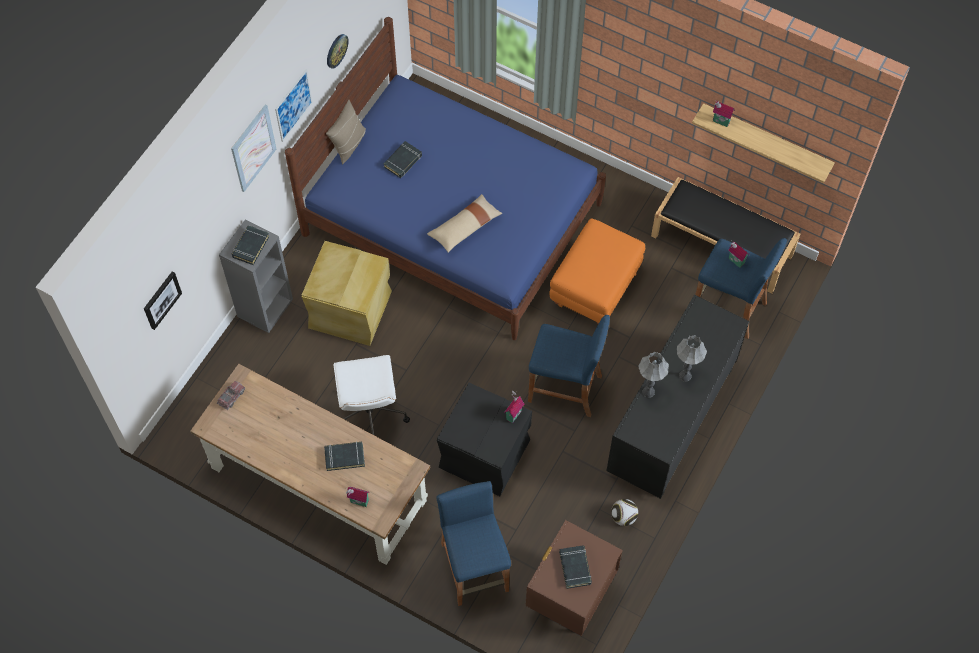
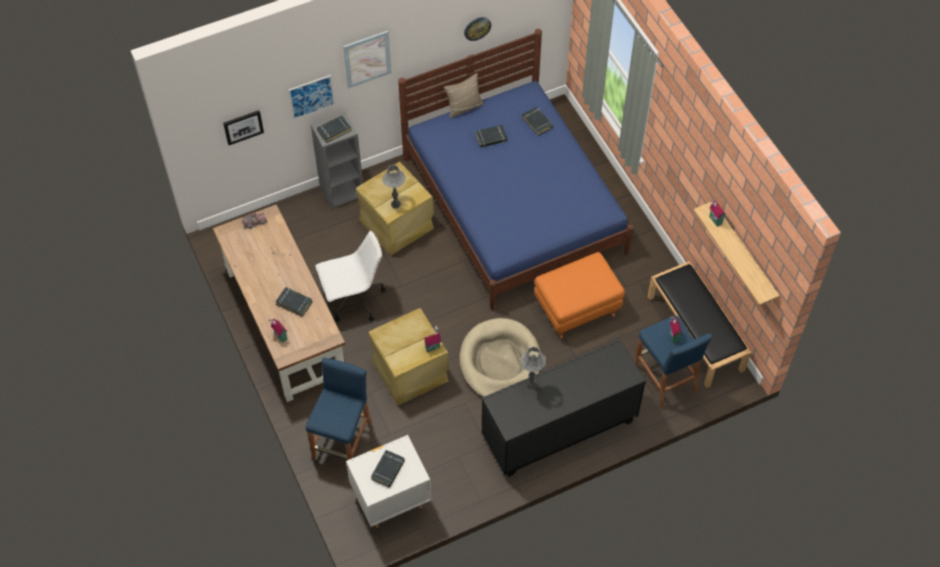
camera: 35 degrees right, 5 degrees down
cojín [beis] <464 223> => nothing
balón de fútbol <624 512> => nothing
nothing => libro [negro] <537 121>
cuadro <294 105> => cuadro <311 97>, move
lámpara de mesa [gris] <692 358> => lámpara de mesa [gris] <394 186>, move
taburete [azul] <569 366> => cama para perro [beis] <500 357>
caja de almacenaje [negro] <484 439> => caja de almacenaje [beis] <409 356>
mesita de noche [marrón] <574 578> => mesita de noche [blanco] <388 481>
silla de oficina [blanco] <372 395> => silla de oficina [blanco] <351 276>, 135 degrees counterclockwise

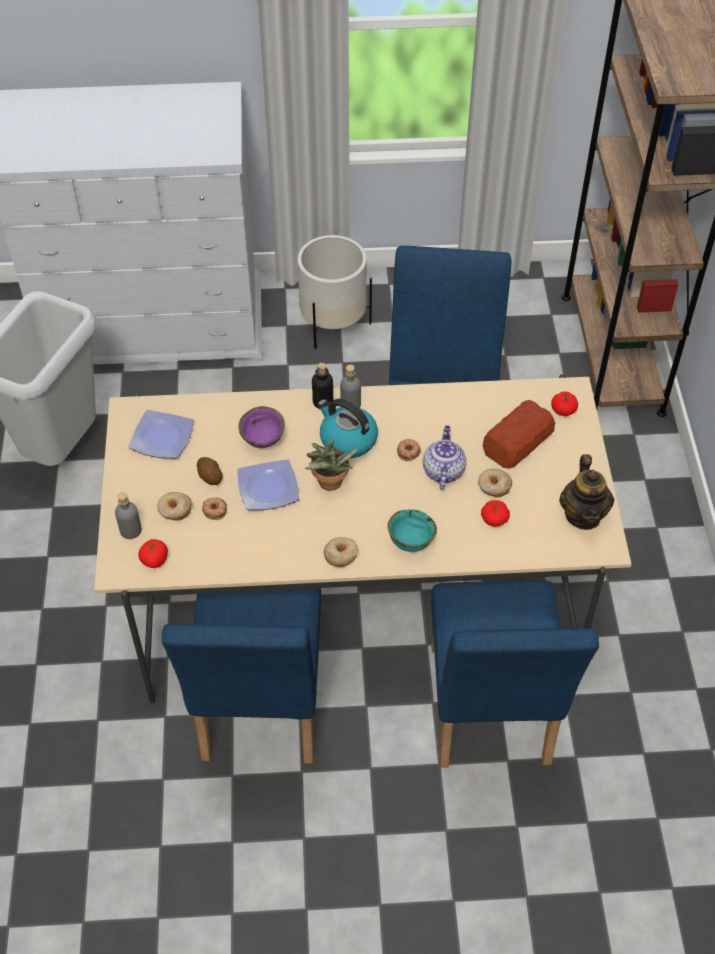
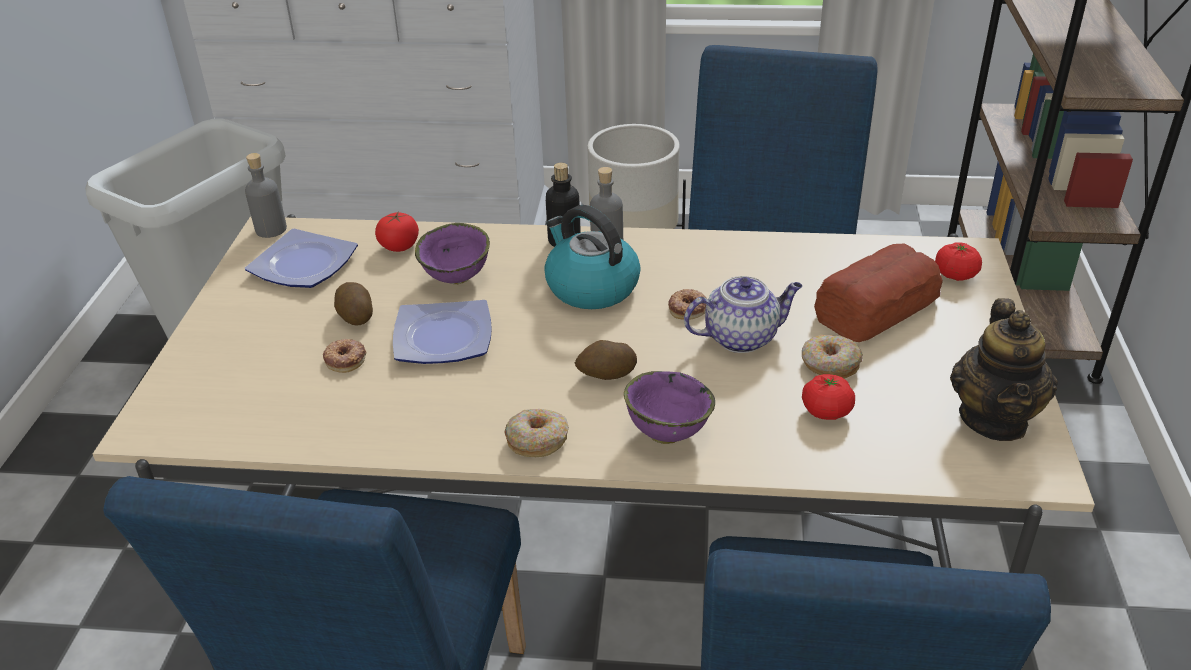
camera: 10 degrees right, 15 degrees down
rosquilla <174 506> => nothing
planta en maceta <332 465> => nothing
nothing => patata <606 360>
botella [gris] <128 515> => botella [gris] <266 195>, move
tomate <153 553> => tomate <397 232>, move
cuenco [turquesa] <412 530> => cuenco [morado] <669 407>
tetera <444 457> => tetera <743 314>, 60 degrees clockwise

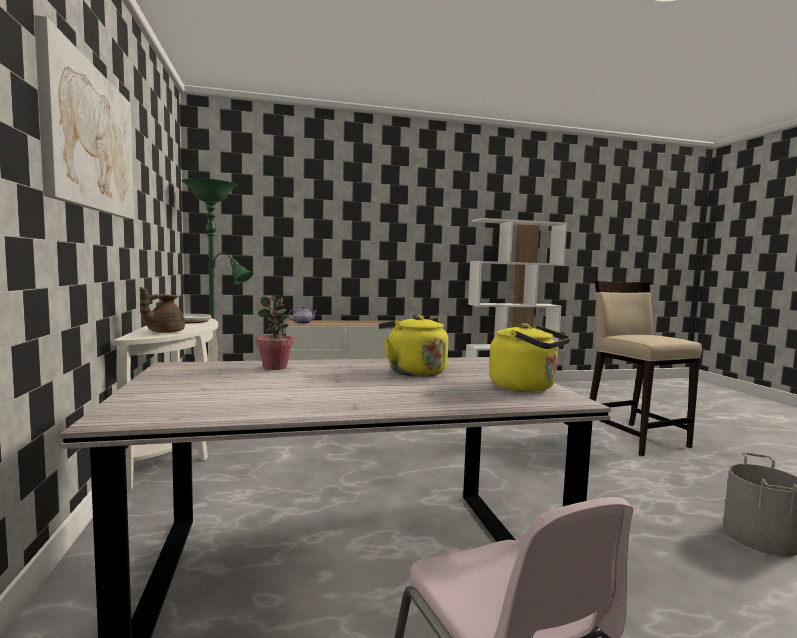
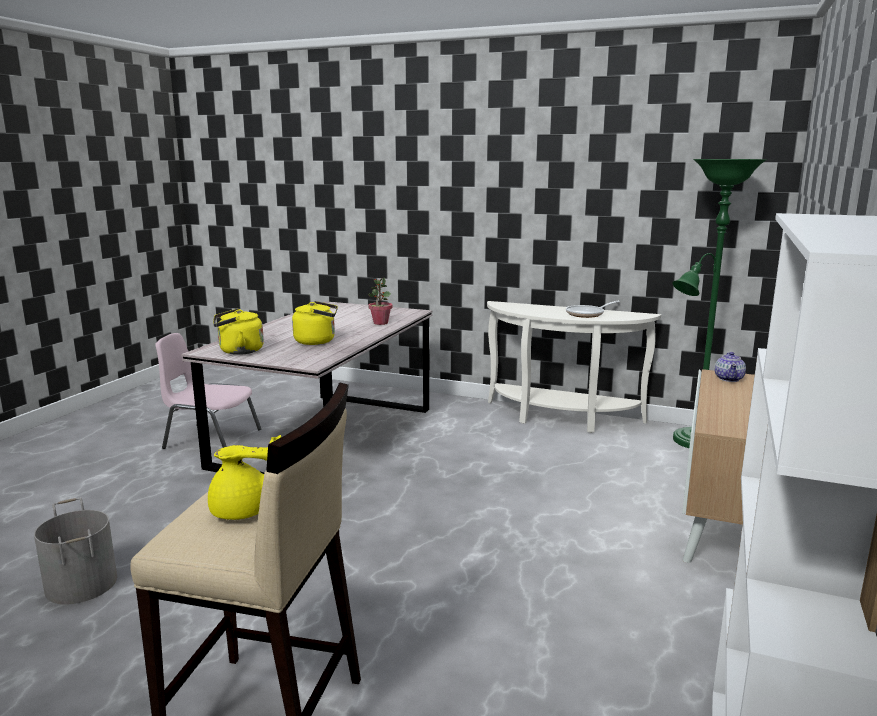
camera: 125 degrees right, 10 degrees up
cuadro <84 117> => nothing
tetera [marrón] <162 310> => nothing
nothing => tetera [amarillo] <244 477>

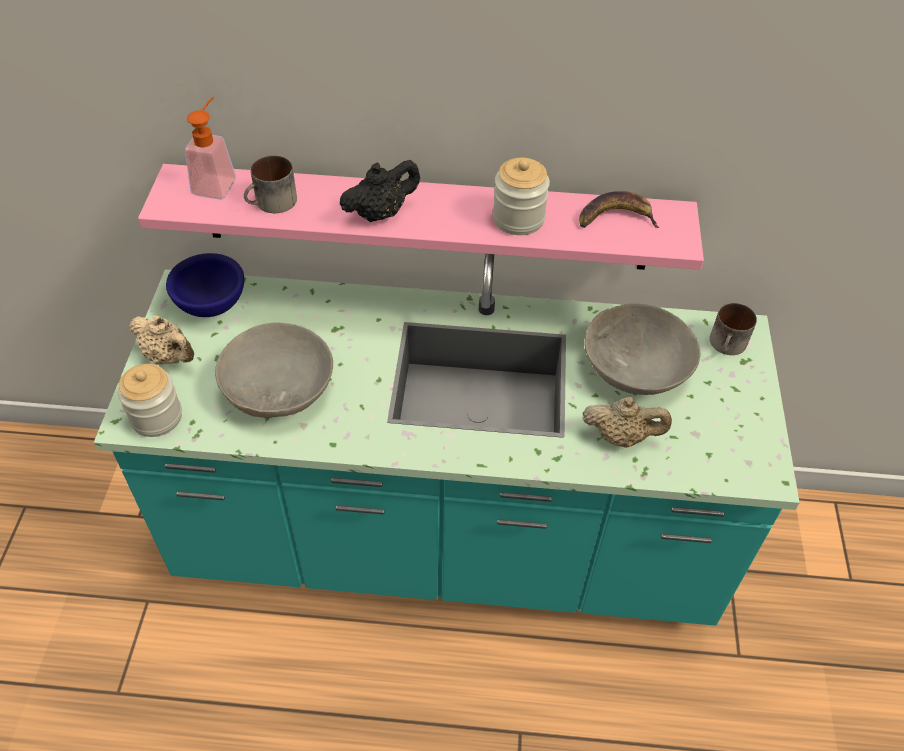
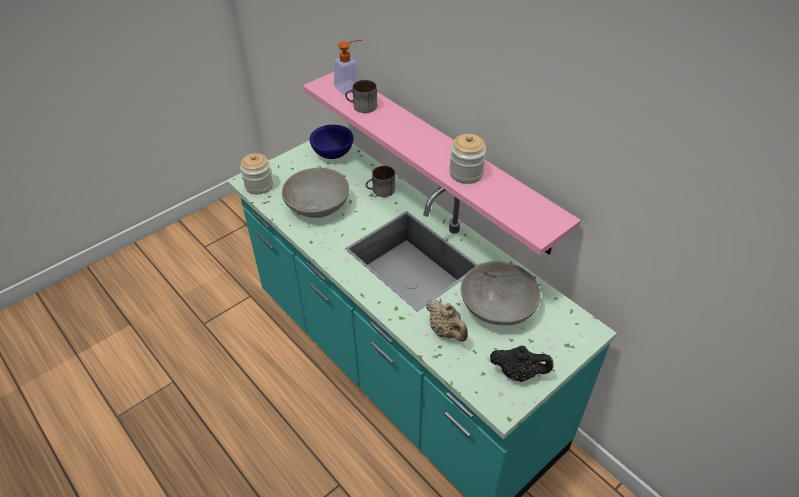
camera: 45 degrees right, 5 degrees down
tetera [beis] <162 340> => nothing
plátano <619 209> => nothing
tetera [negro] <380 191> => tetera [negro] <522 364>, move
taza grande <733 329> => taza grande <380 181>, move

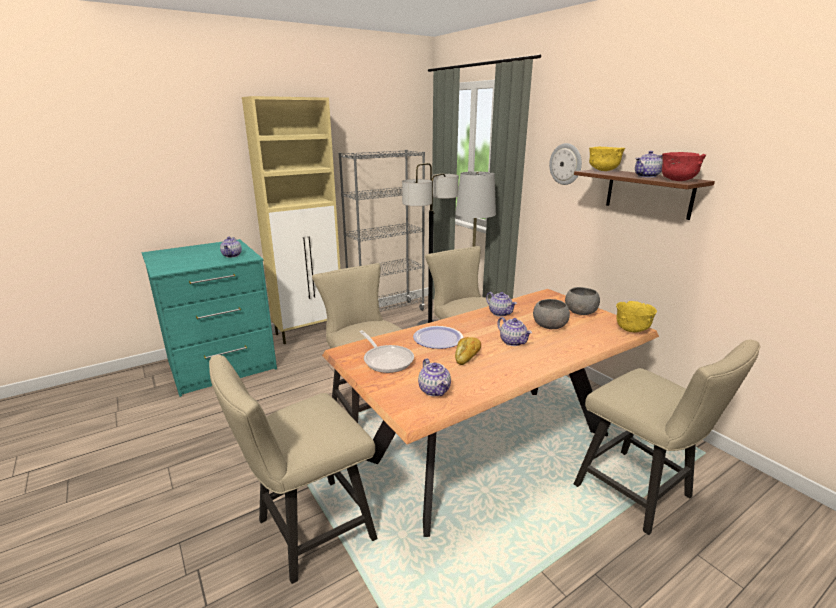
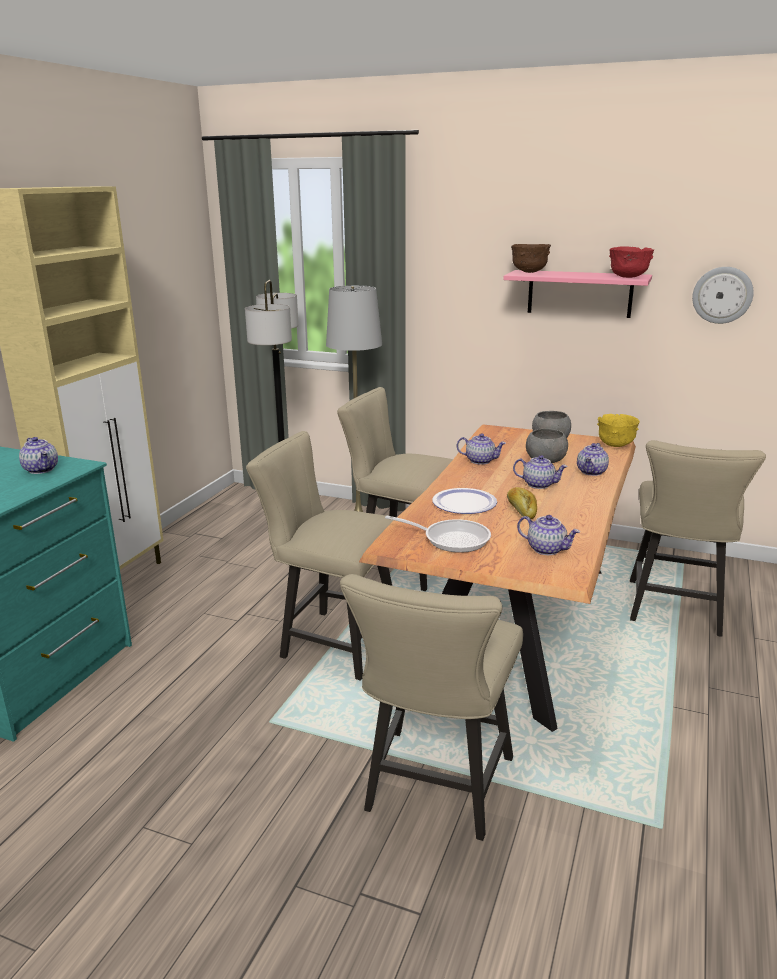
camera: 35 degrees left, 0 degrees up
estantería [gris] <382 231> => nothing
reloj de pared <565 164> => reloj de pared <723 295>, move
tetera <649 164> => tetera <593 459>, move
estante [marrón] <644 194> => estante [rosa] <577 294>
cuenco [amarillo] <607 159> => cuenco [marrón] <531 258>
silla [beis] <667 437> => silla [beis] <698 538>, 90 degrees clockwise

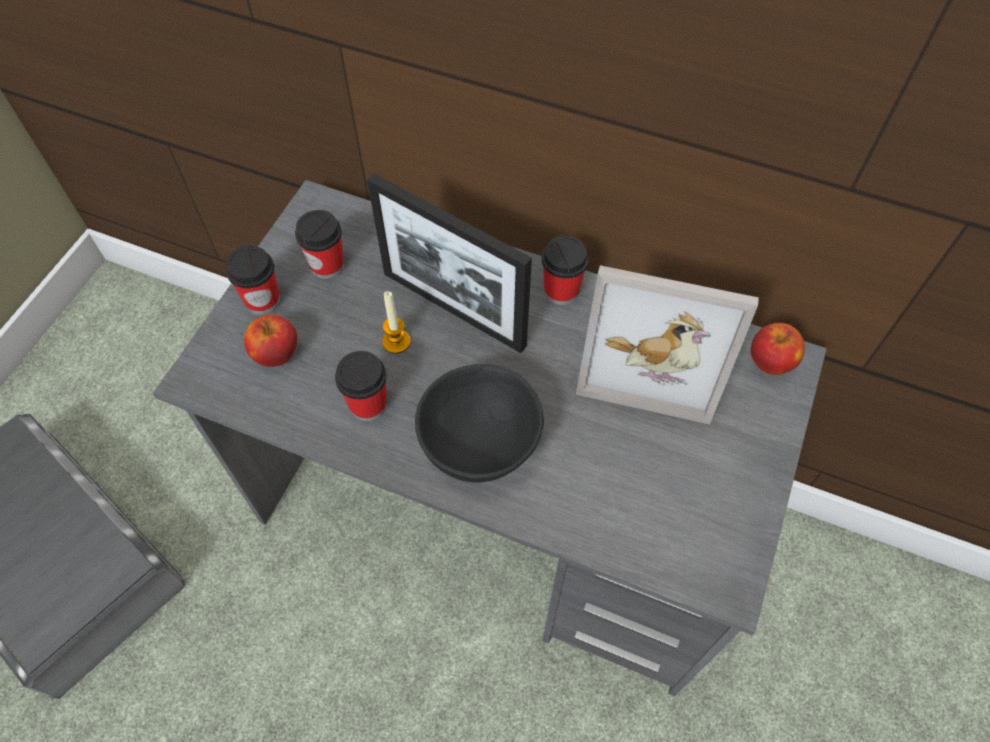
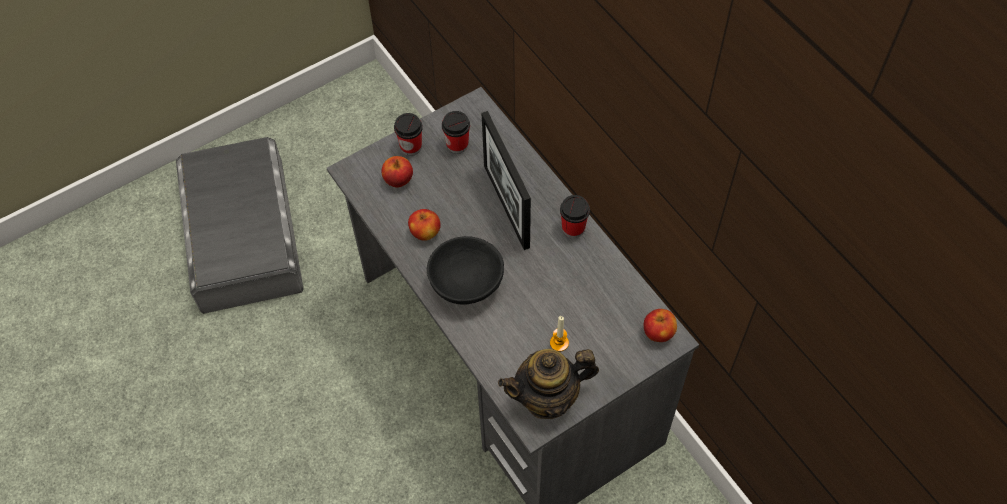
camera: 35 degrees right, 0 degrees up
portarretratos <667 344> => nothing
nothing => tetera <548 384>
vela <396 322> => vela <559 334>, move
taza <361 386> => manzana <424 225>

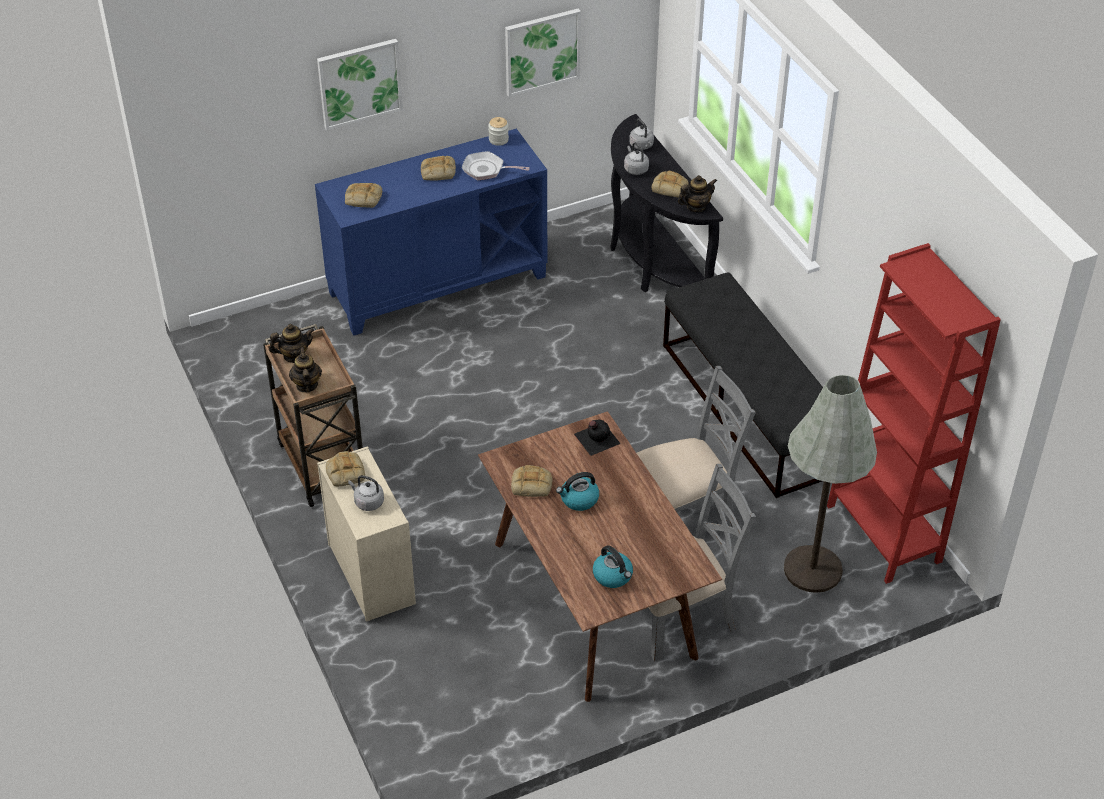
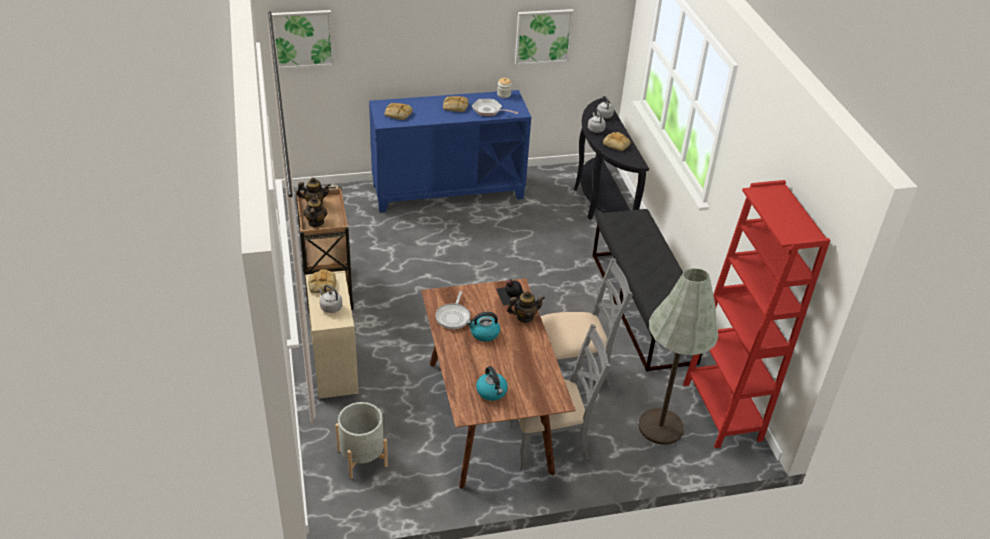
camera: 10 degrees right, 5 degrees down
nothing => maceta [gris] <362 440>
cuadro <360 84> => cuadro <302 39>, move
tetera <697 193> => tetera <526 307>, move
pan <532 481> => sartén <452 310>

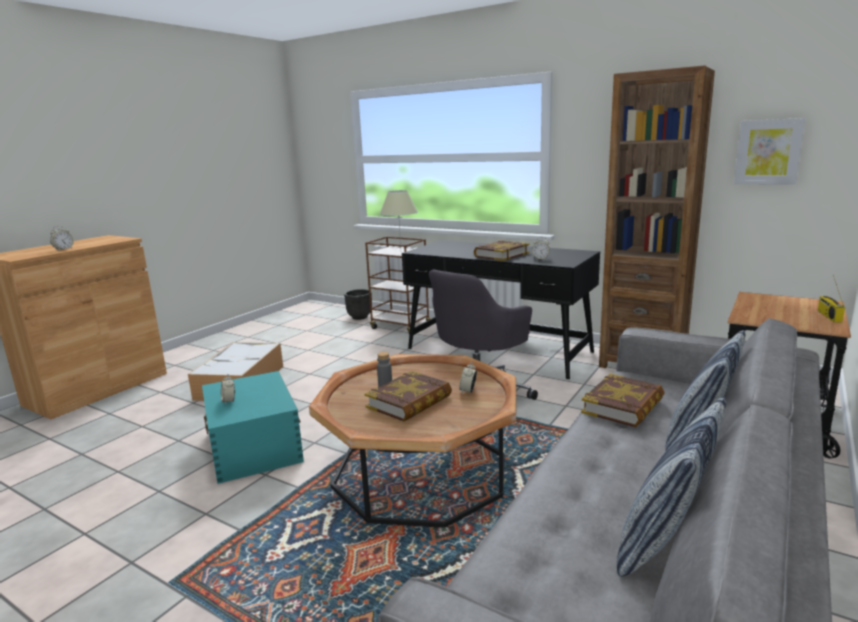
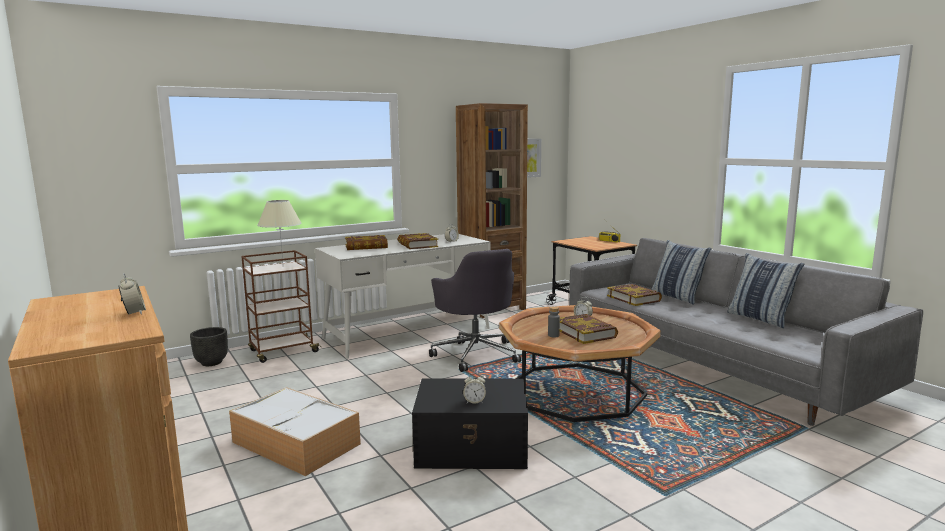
camera: 65 degrees left, 5 degrees down
nothing => libro <366 242>
caja de almacenaje [turquesa] <253 427> => caja de almacenaje [negro] <470 424>
escritorio [negro] <501 309> => escritorio [blanco] <403 296>

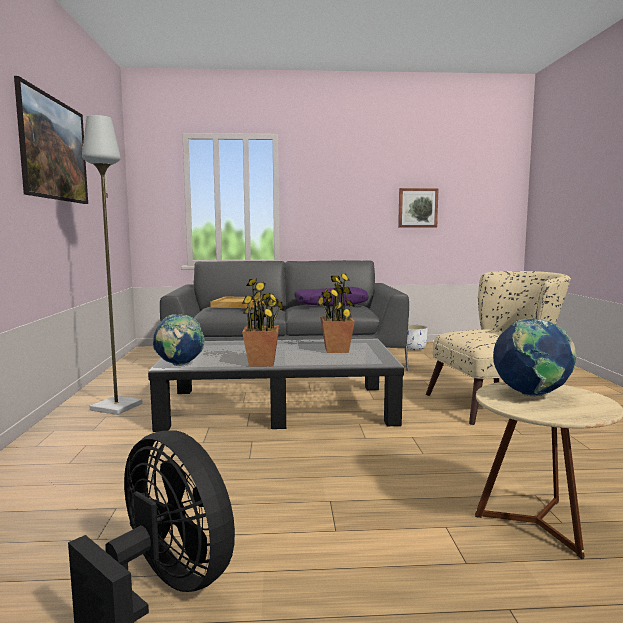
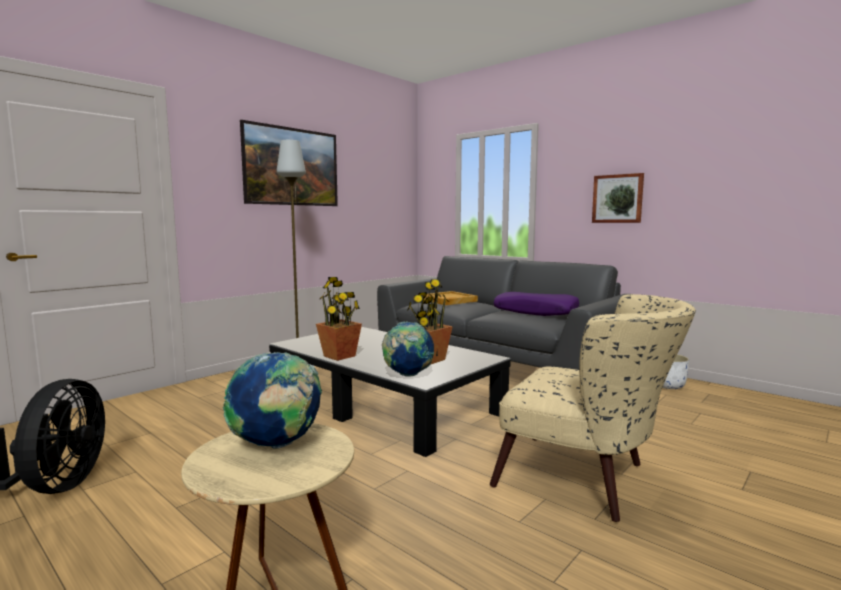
camera: 45 degrees right, 0 degrees up
globo terráqueo <179 340> => globo terráqueo <408 349>, move
cuadro <418 208> => cuadro <618 198>, move

